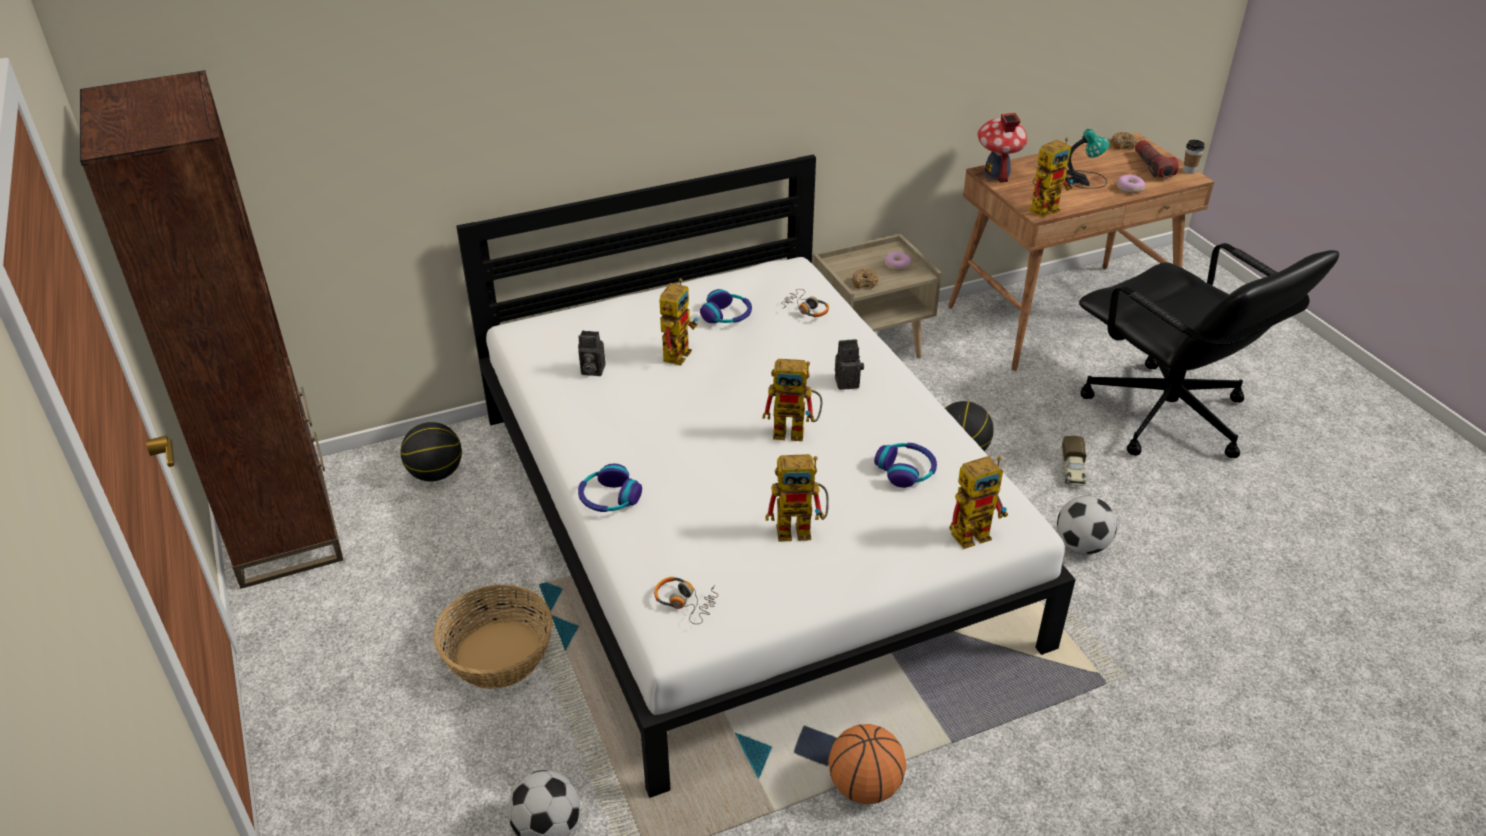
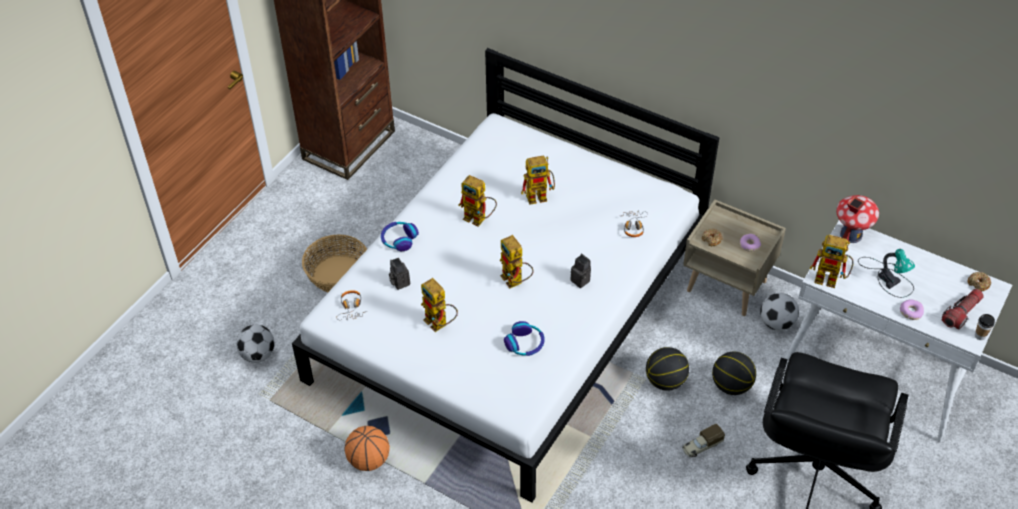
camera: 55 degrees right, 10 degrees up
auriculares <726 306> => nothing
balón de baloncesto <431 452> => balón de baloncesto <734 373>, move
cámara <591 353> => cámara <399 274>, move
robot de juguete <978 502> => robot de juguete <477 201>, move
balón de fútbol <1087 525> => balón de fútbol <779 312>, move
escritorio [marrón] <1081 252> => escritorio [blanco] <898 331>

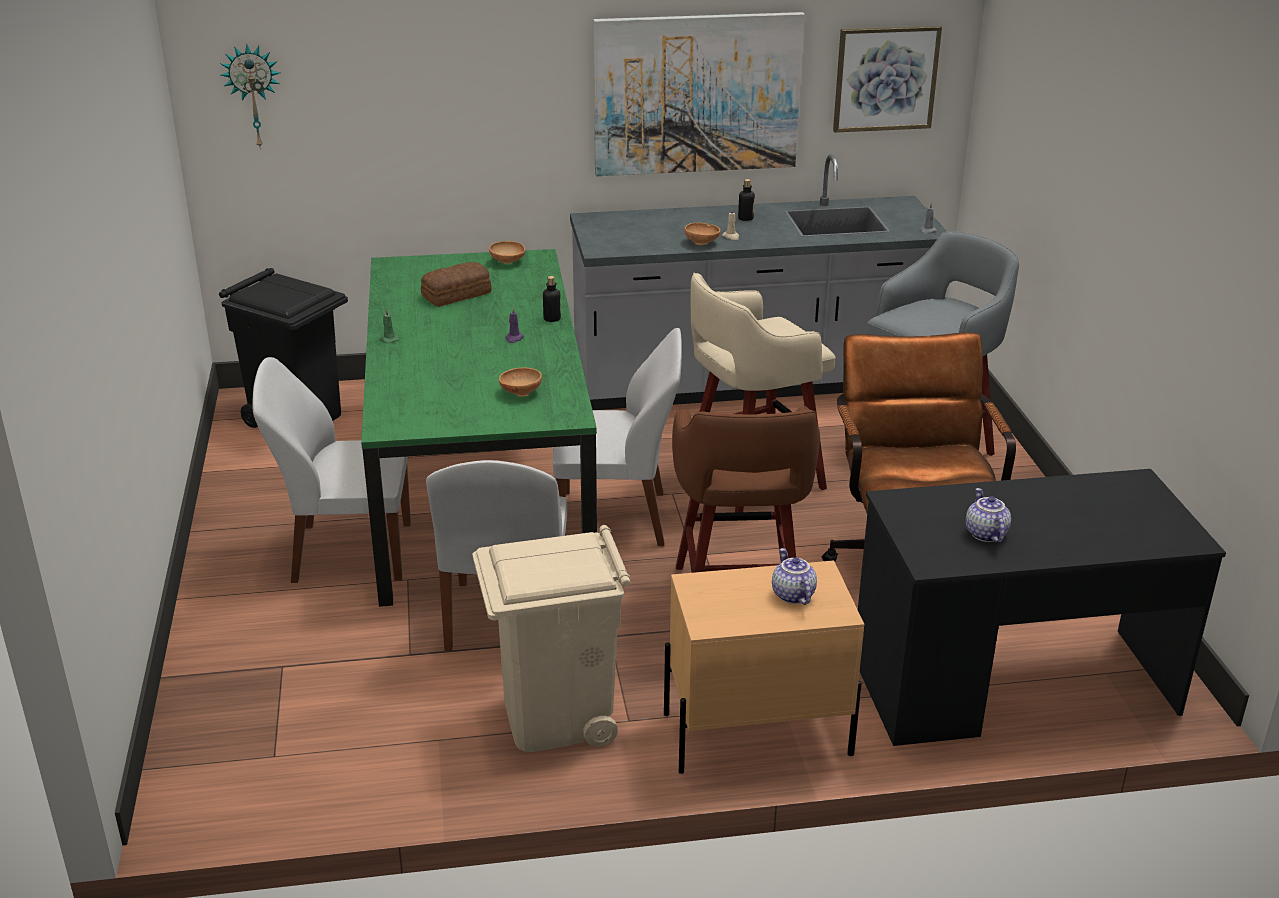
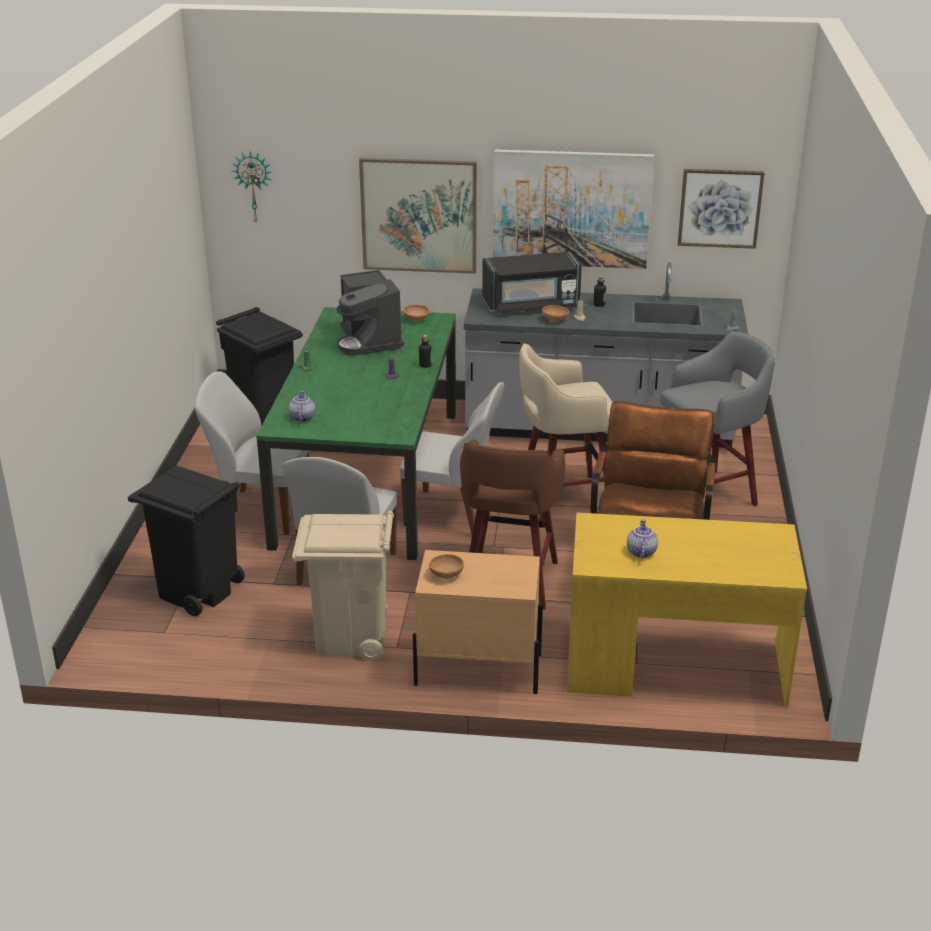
camera: 15 degrees right, 0 degrees up
nothing => papelera [negro] <186 541>
nothing => cuadro <418 216>
nothing => microondas [negro] <532 282>
cuenco [marrón] <520 382> => cuenco [marrón] <446 566>, move
tetera <794 576> => tetera <301 406>, move
pan <456 284> => cafetera <370 312>
escritorio [negro] <1042 607> => escritorio [amarillo] <687 610>

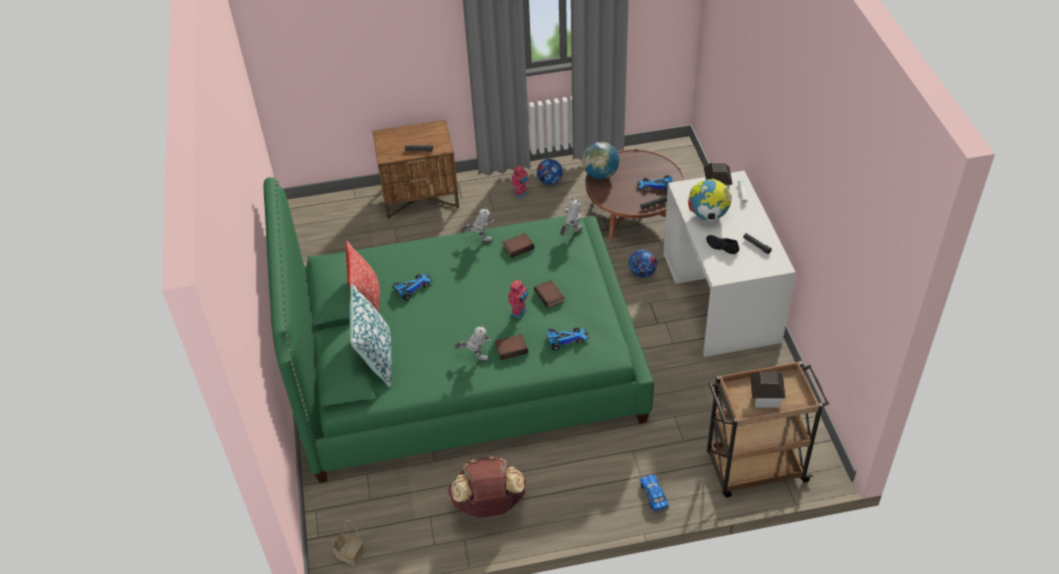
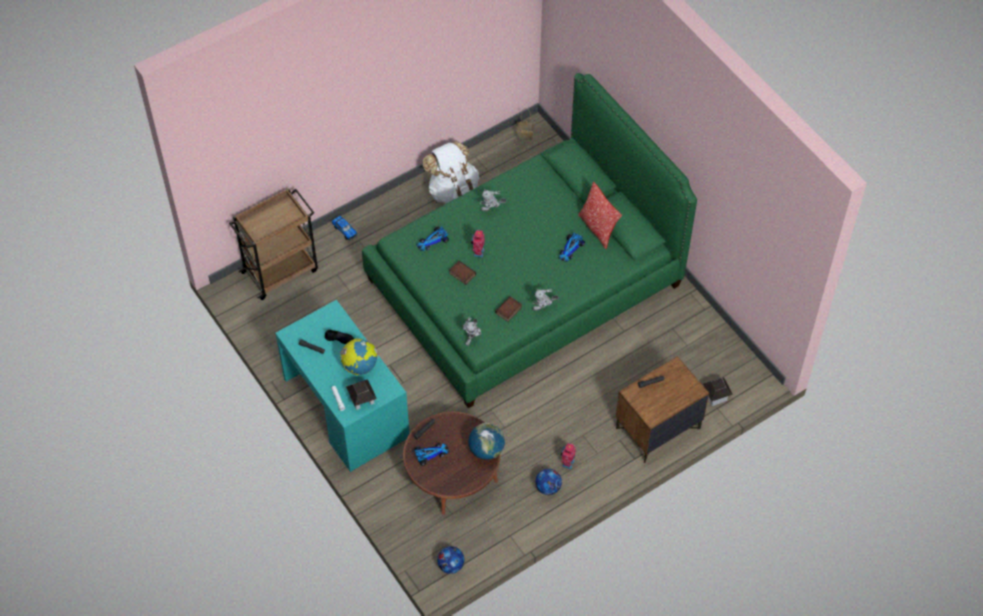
camera: 155 degrees right, 10 degrees up
cojín <371 335> => nothing
libro <511 347> => nothing
balón de fútbol <643 264> => balón de fútbol <450 560>, move
casita <768 389> => casita <718 391>, move
mochila [marrón] <487 486> => mochila [blanco] <450 172>
escritorio [blanco] <729 264> => escritorio [turquesa] <342 386>

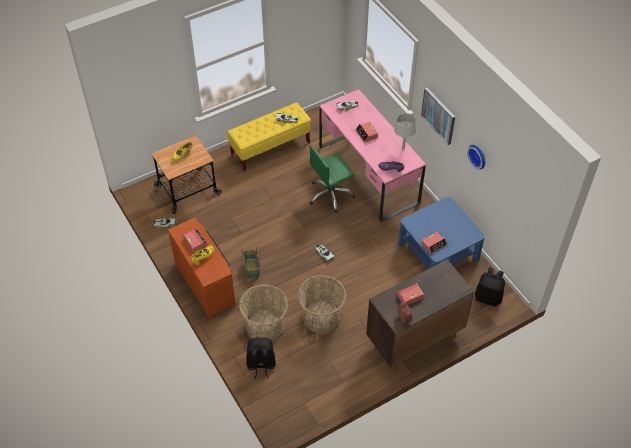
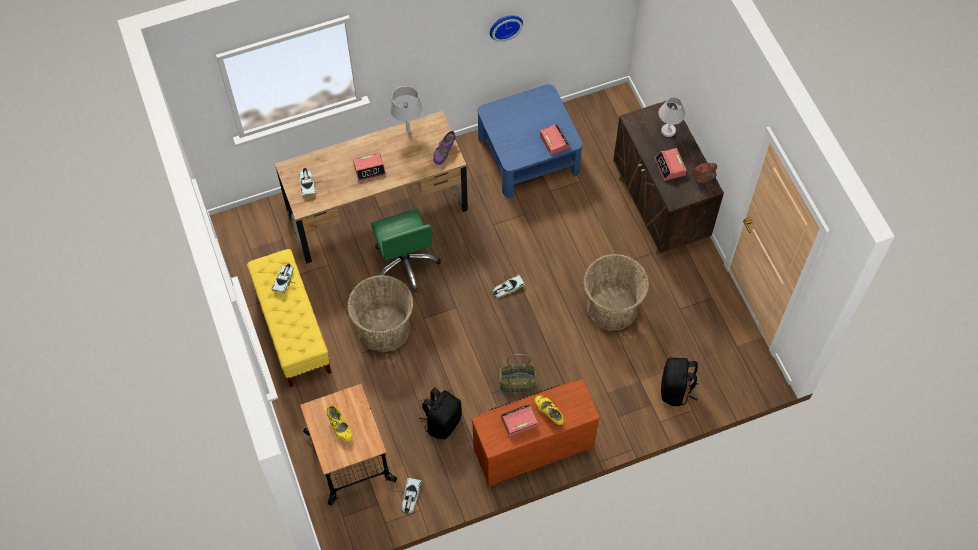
camera: 80 degrees left, 10 degrees up
cuadro <438 116> => nothing
nothing => lámpara de mesa [blanco] <672 117>
cesta <263 313> => cesta <380 314>, move
mochila [negro] <490 287> => mochila [negro] <440 413>, move
escritorio [rosa] <372 155> => escritorio [marrón] <371 187>

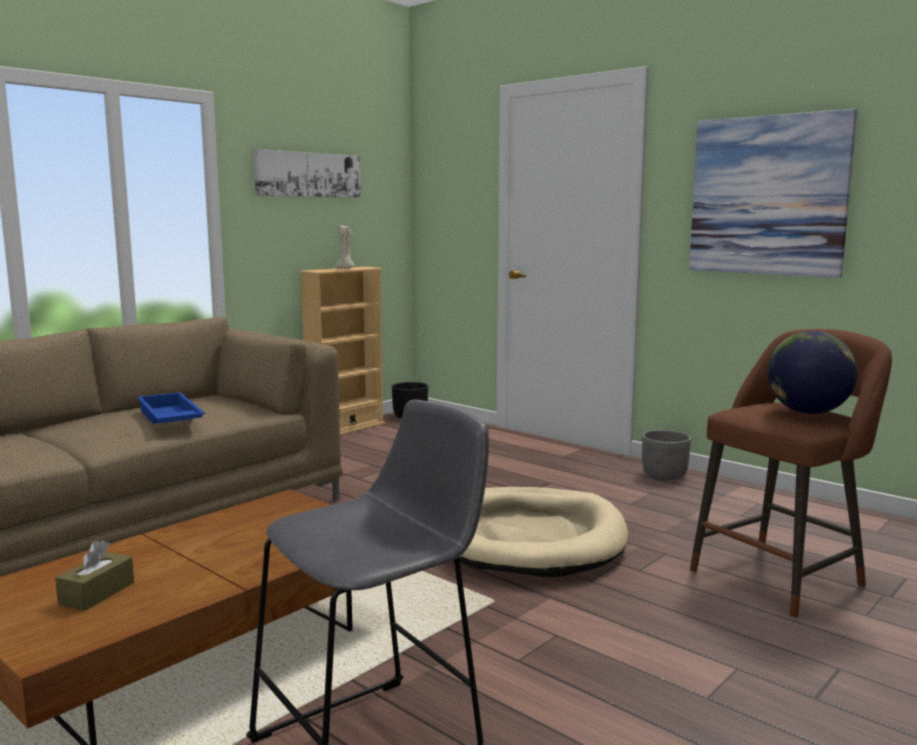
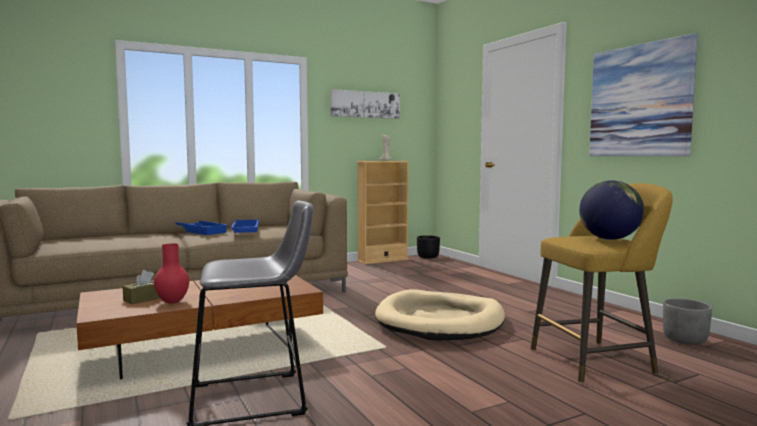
camera: 20 degrees right, 5 degrees down
nothing => florero [rojo] <171 273>
nothing => bandeja [azul] <201 228>
maceta [gris] <666 455> => maceta [gris] <687 321>, move
taburete [marrón] <791 474> => taburete [amarillo] <602 283>

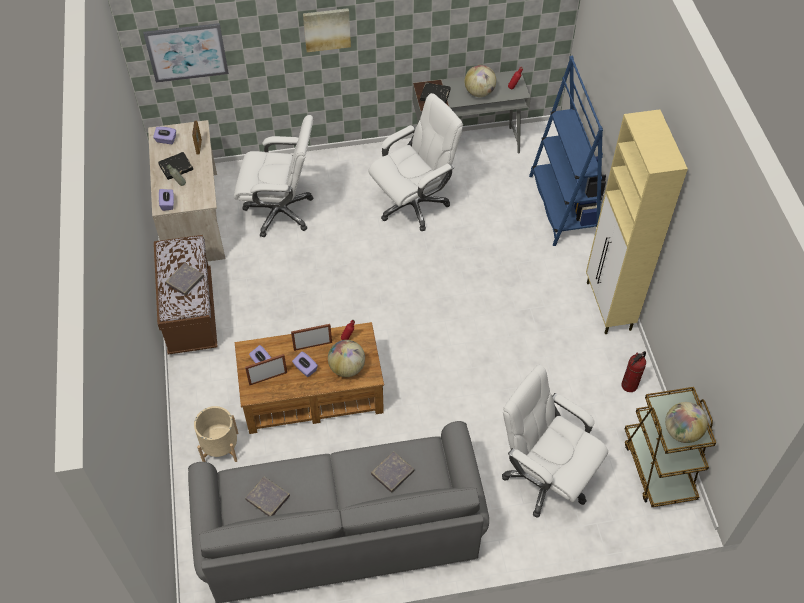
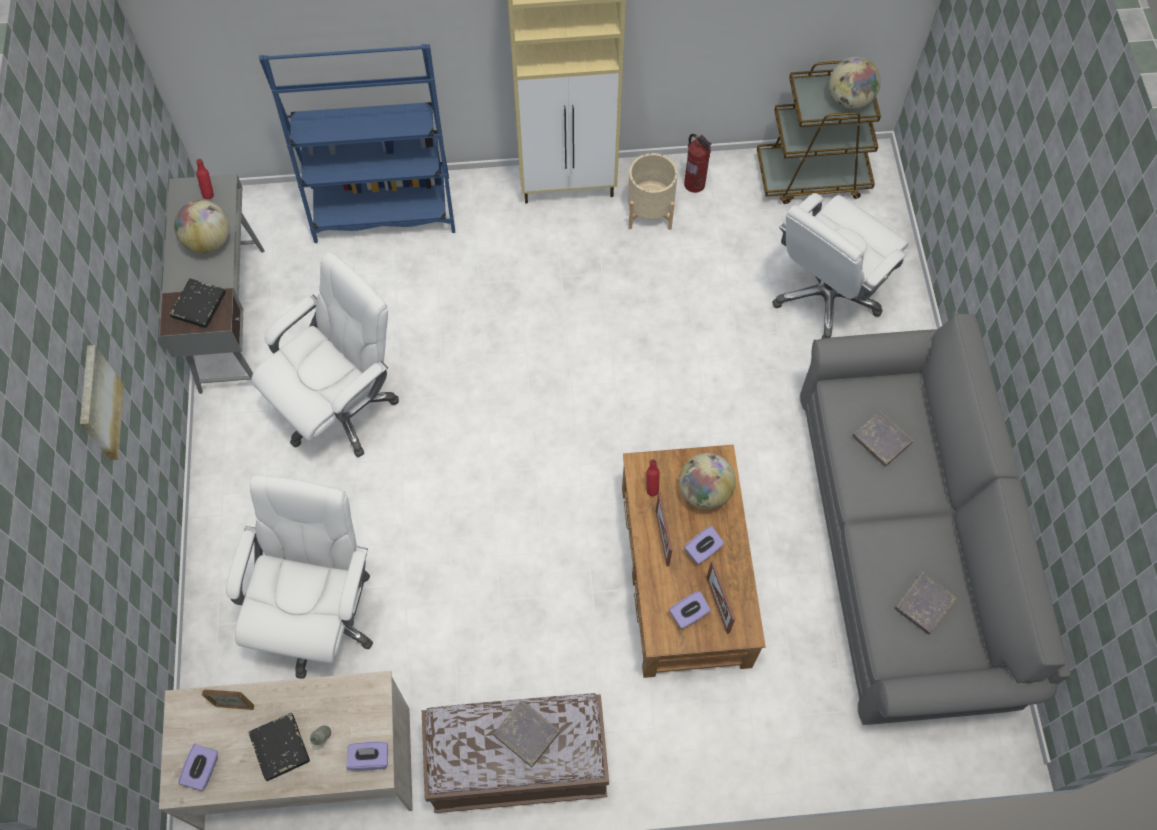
camera: 85 degrees left, 10 degrees up
cuadro <186 53> => nothing
maceta [beis] <216 434> => maceta [beis] <653 191>, move
silla de oficina [blanco] <416 162> => silla de oficina [blanco] <325 354>, 75 degrees clockwise

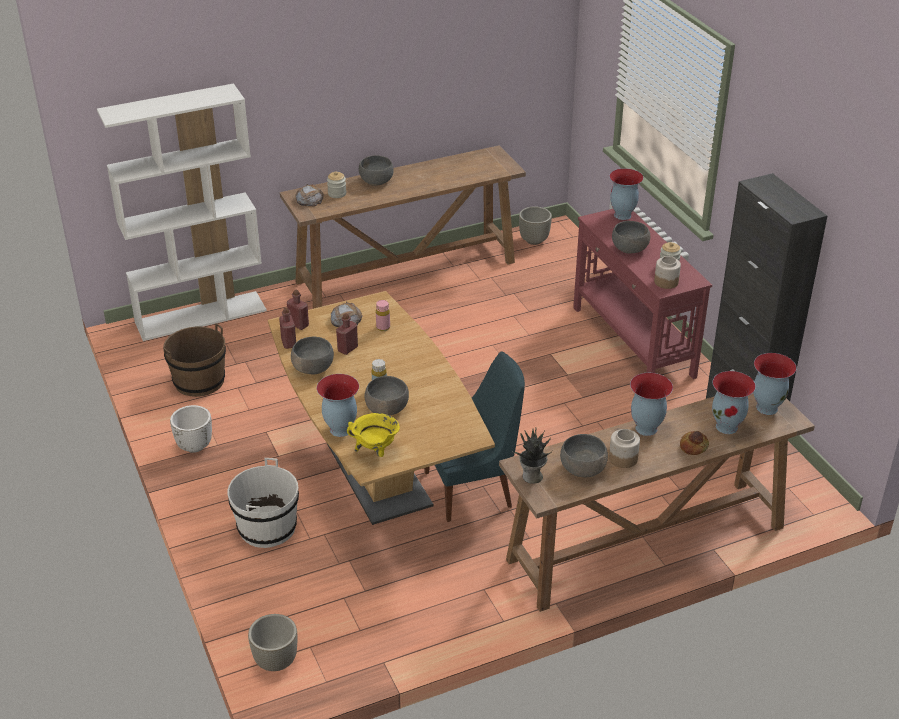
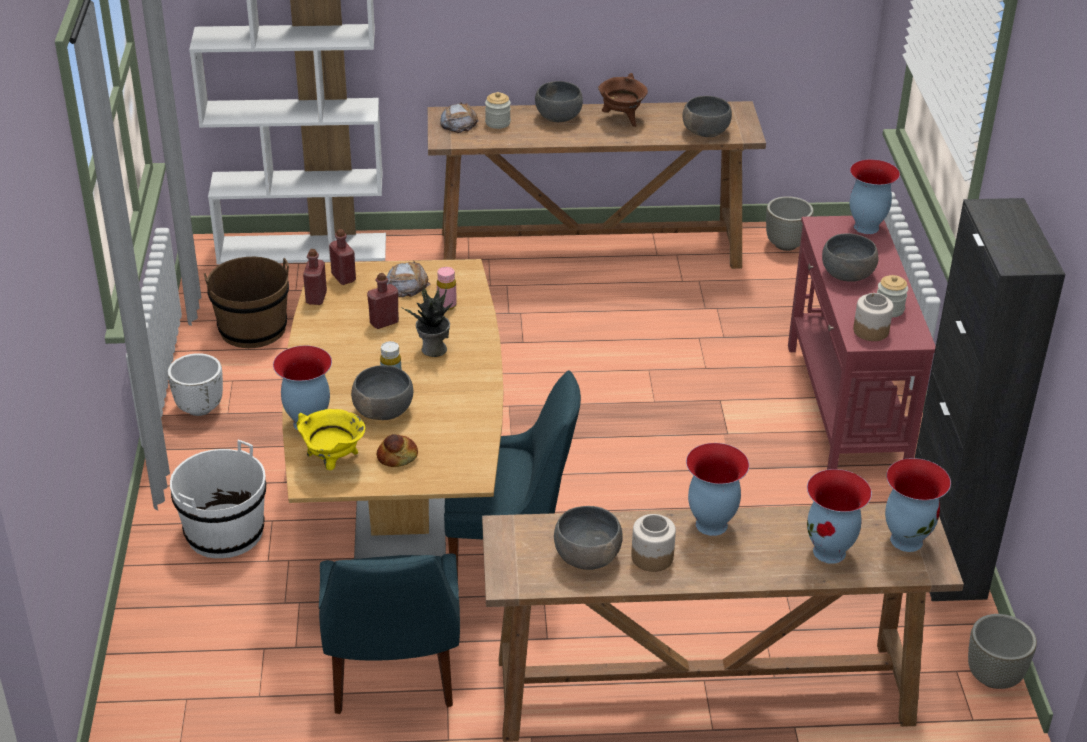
camera: 20 degrees right, 0 degrees up
nothing => silla [azul] <389 634>
nothing => olla [marrón] <623 100>
maceta [gris] <272 642> => maceta [gris] <1002 651>, move
cuenco [gris] <312 355> => cuenco [gris] <707 116>, move
planta en maceta <532 455> => planta en maceta <428 321>, move
pan <694 443> => pan <397 450>, move

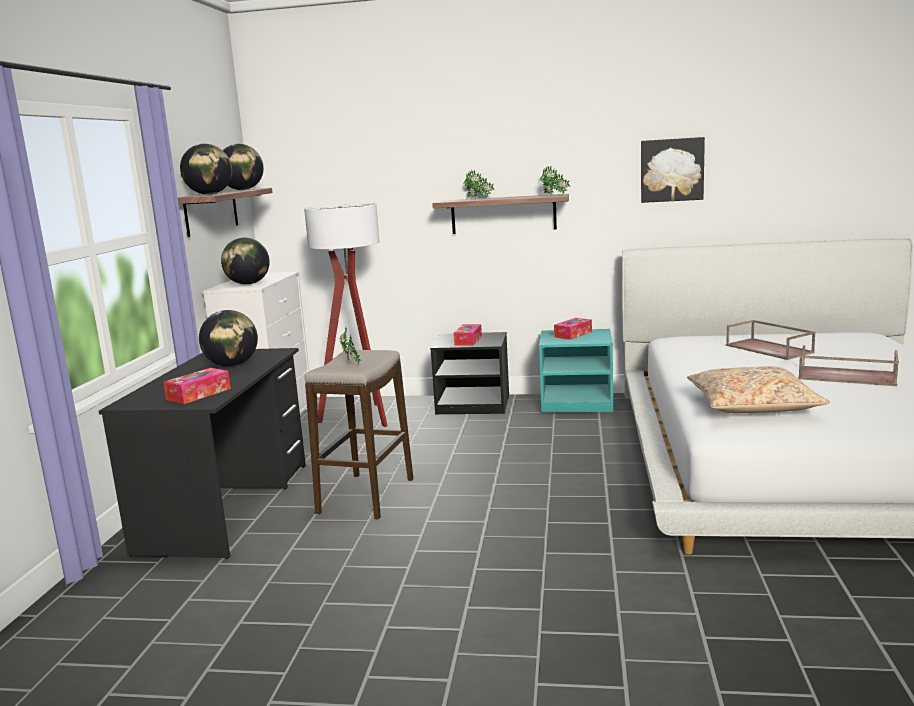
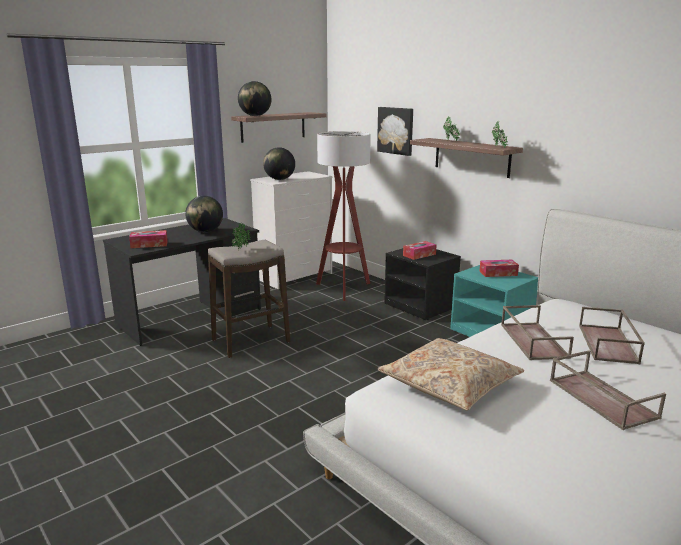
camera: 40 degrees right, 5 degrees up
globo terráqueo <243 167> => nothing
nothing => bandeja [marrón] <537 332>
cuadro <673 170> => cuadro <395 131>, move

